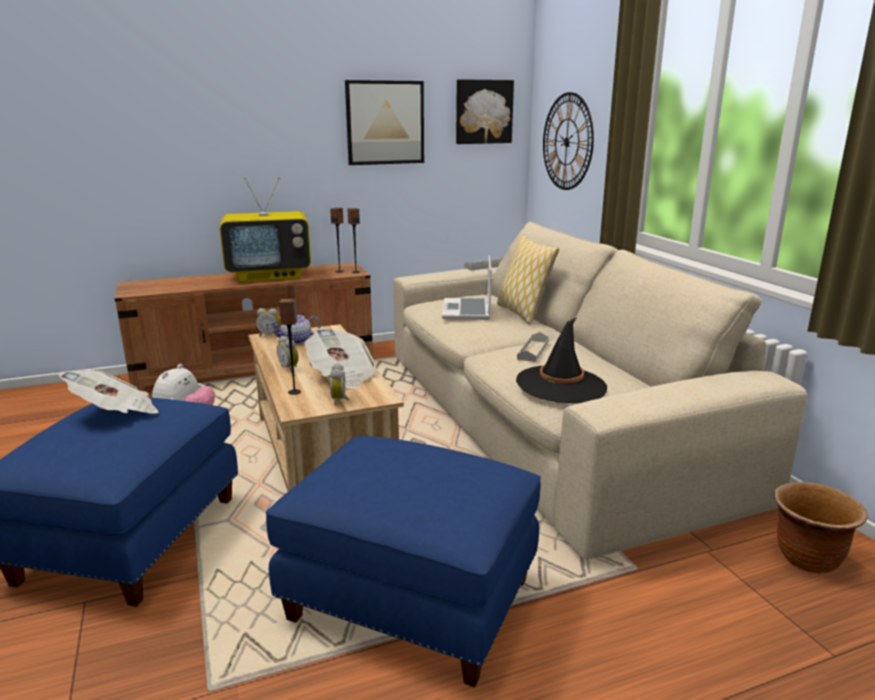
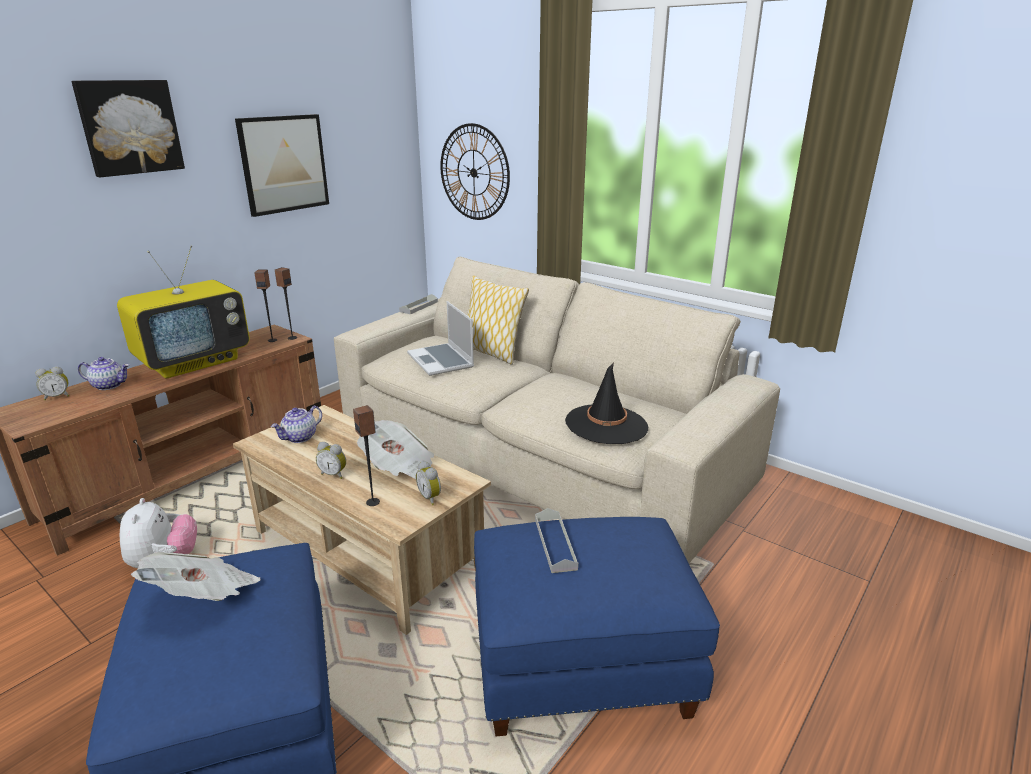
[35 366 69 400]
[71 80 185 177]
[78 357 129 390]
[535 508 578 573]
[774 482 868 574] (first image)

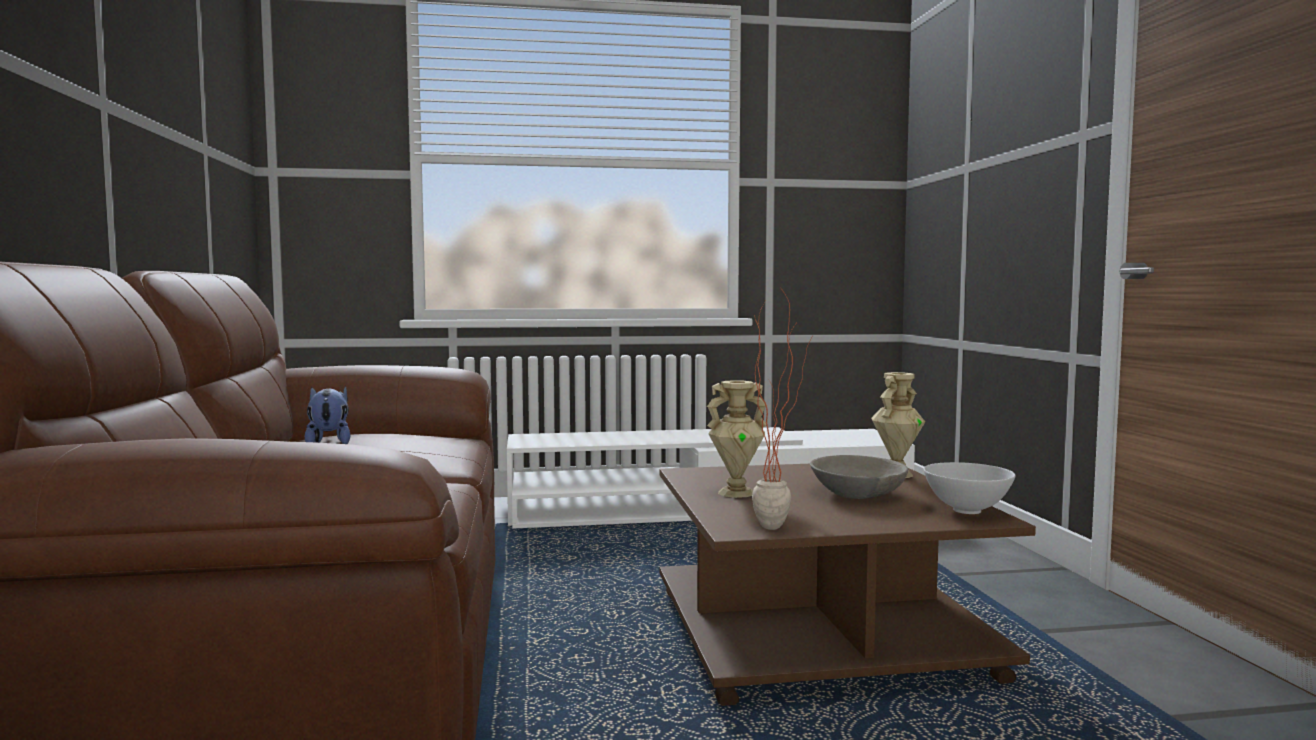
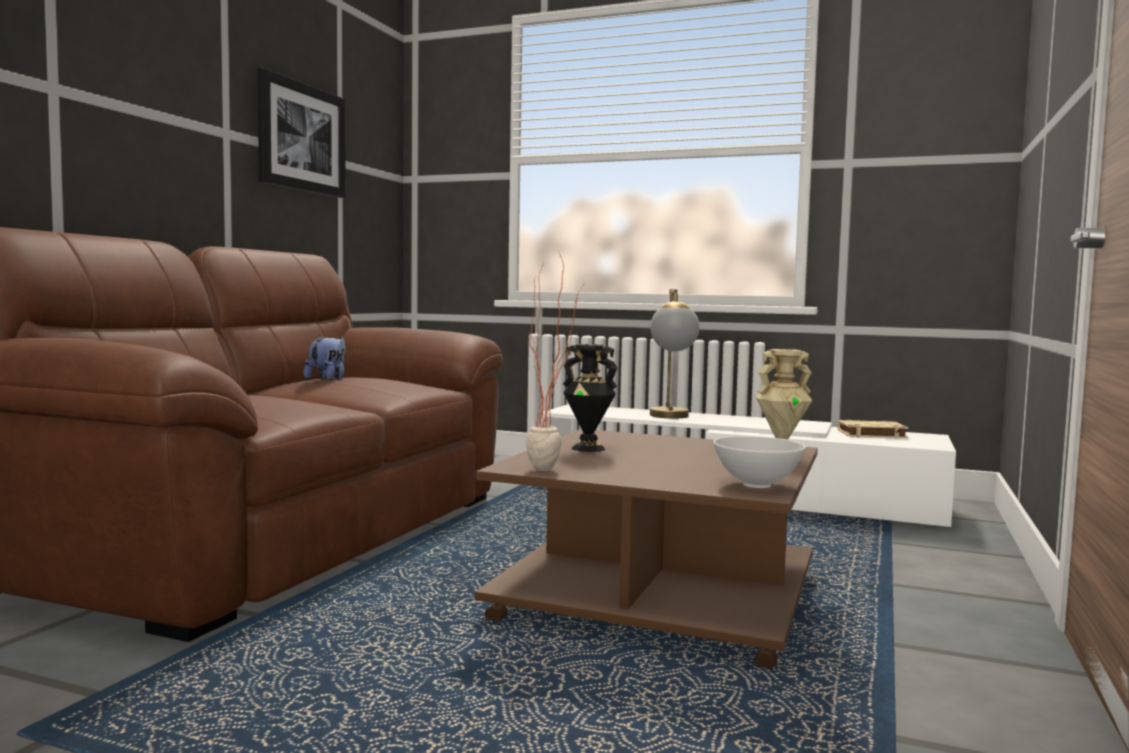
[257 68 346 198]
[563 344 618 452]
[650 289 699 418]
[837 420 908 438]
[810 455 909 499] (first image)

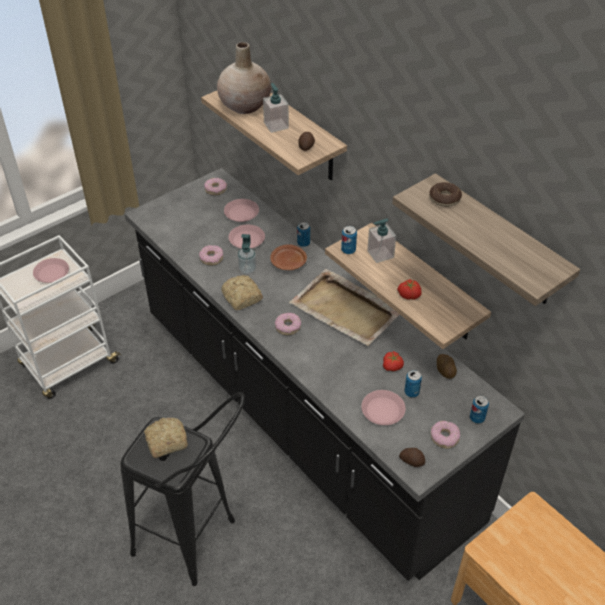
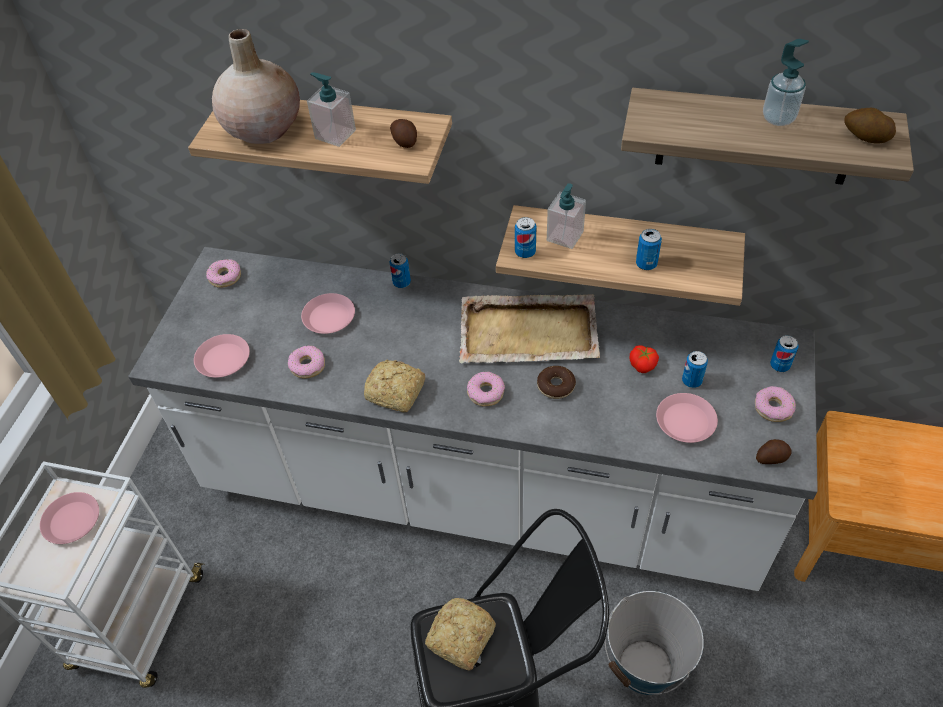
[128 247 818 591]
[194 334 250 378]
[537 366 576 399]
[604 591 704 695]
[636 229 662 270]
[763 39 809 126]
[844 108 896 144]
[270 244 307 270] (first image)

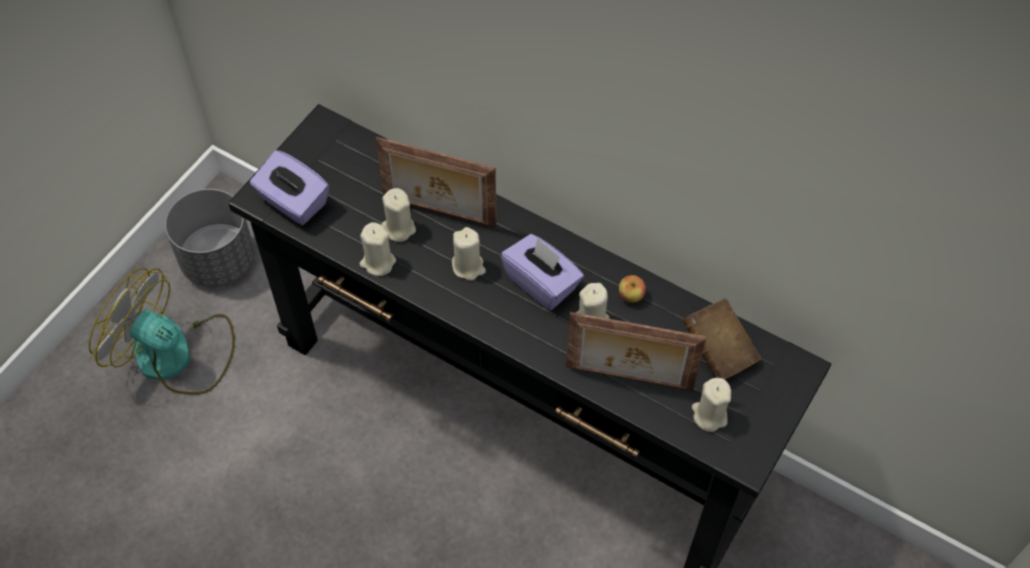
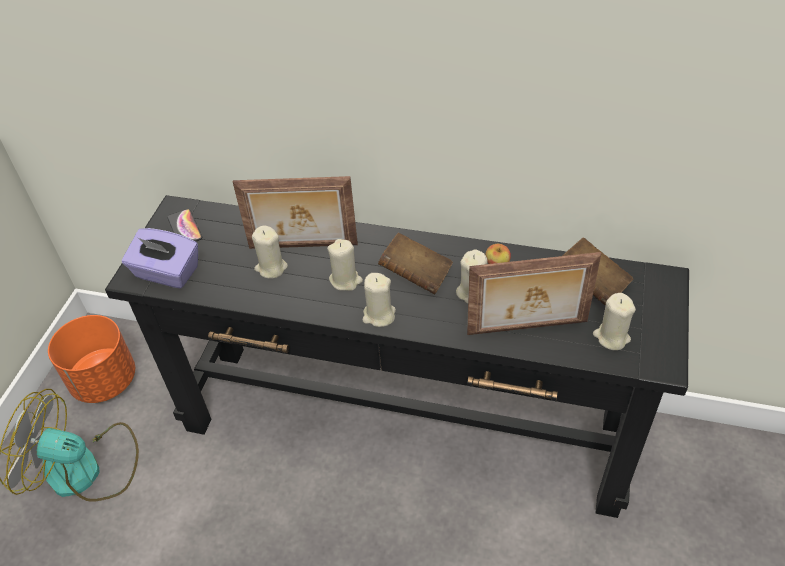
[48 315 135 403]
[167 209 202 241]
[363 273 396 327]
[378 233 453 294]

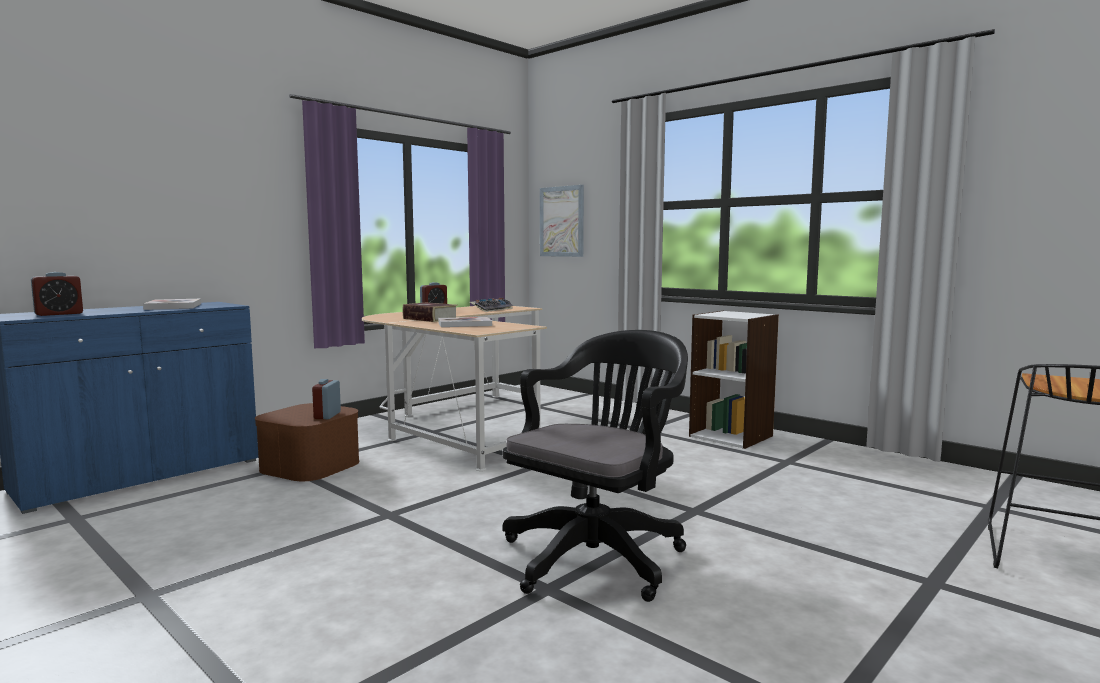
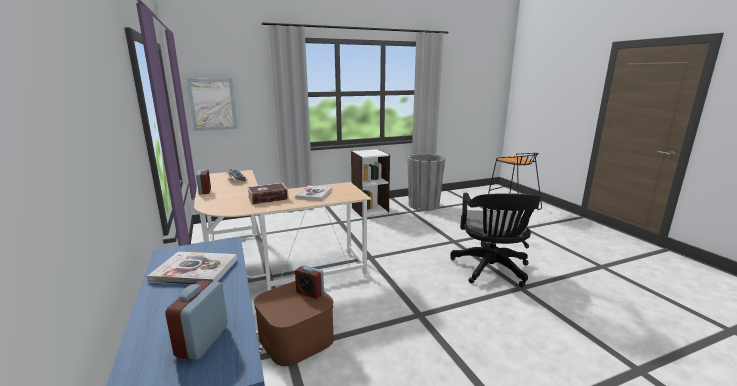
[165 280 228 360]
[407 154 446 211]
[450 193 541 287]

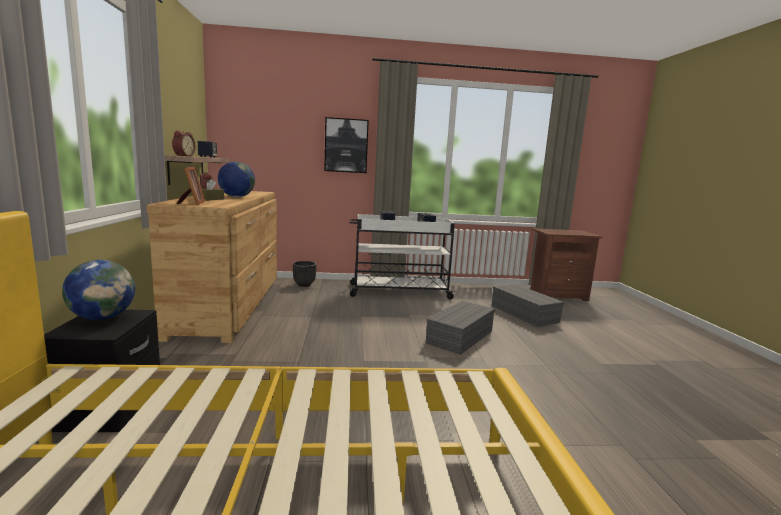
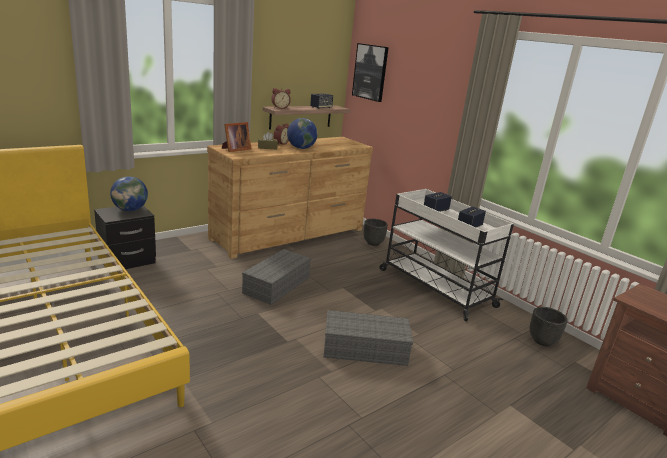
[242 249 311 305]
[352 43 389 102]
[530 307 568 346]

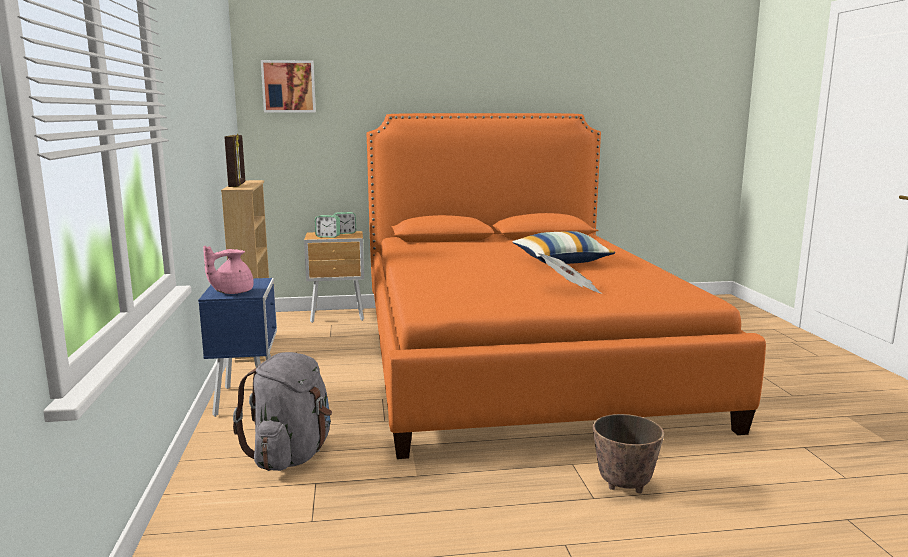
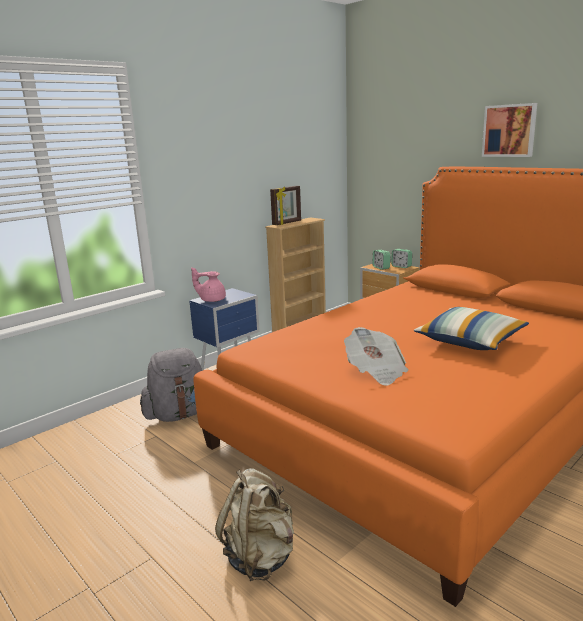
[215 468 294 581]
[482 103 537 157]

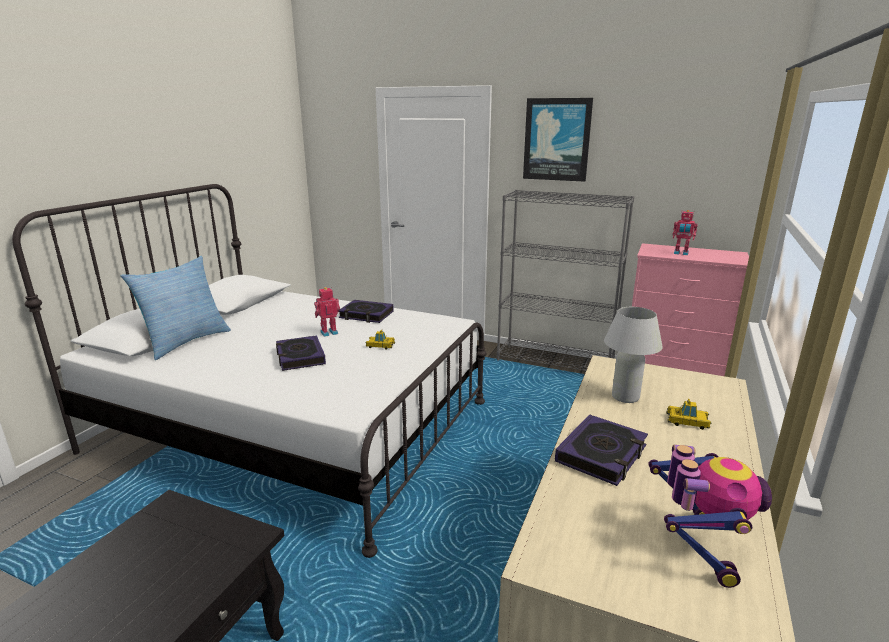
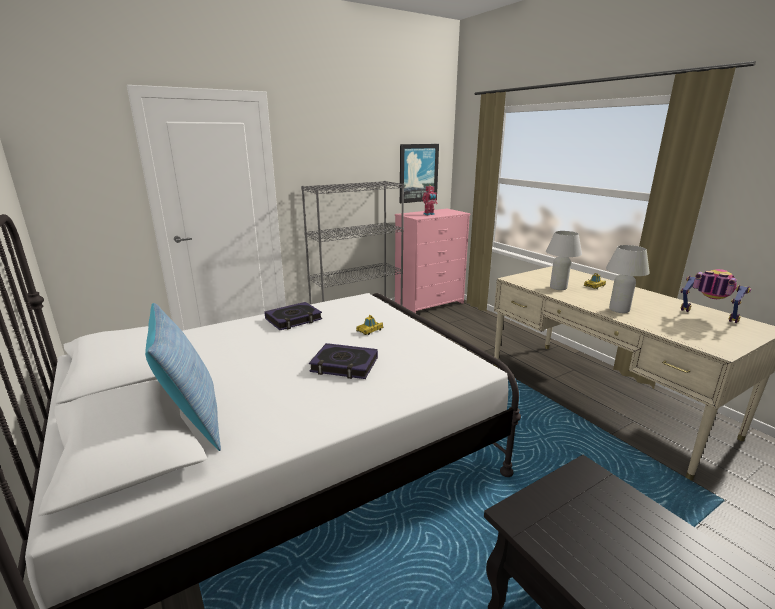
[400 144 439 203]
[606 245 650 313]
[314 287 340 337] (first image)

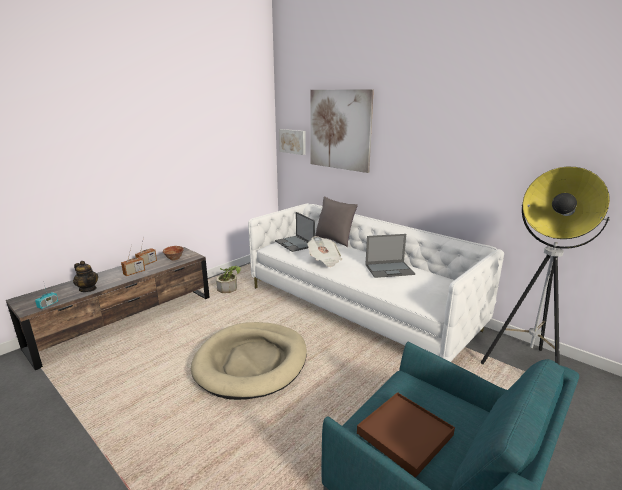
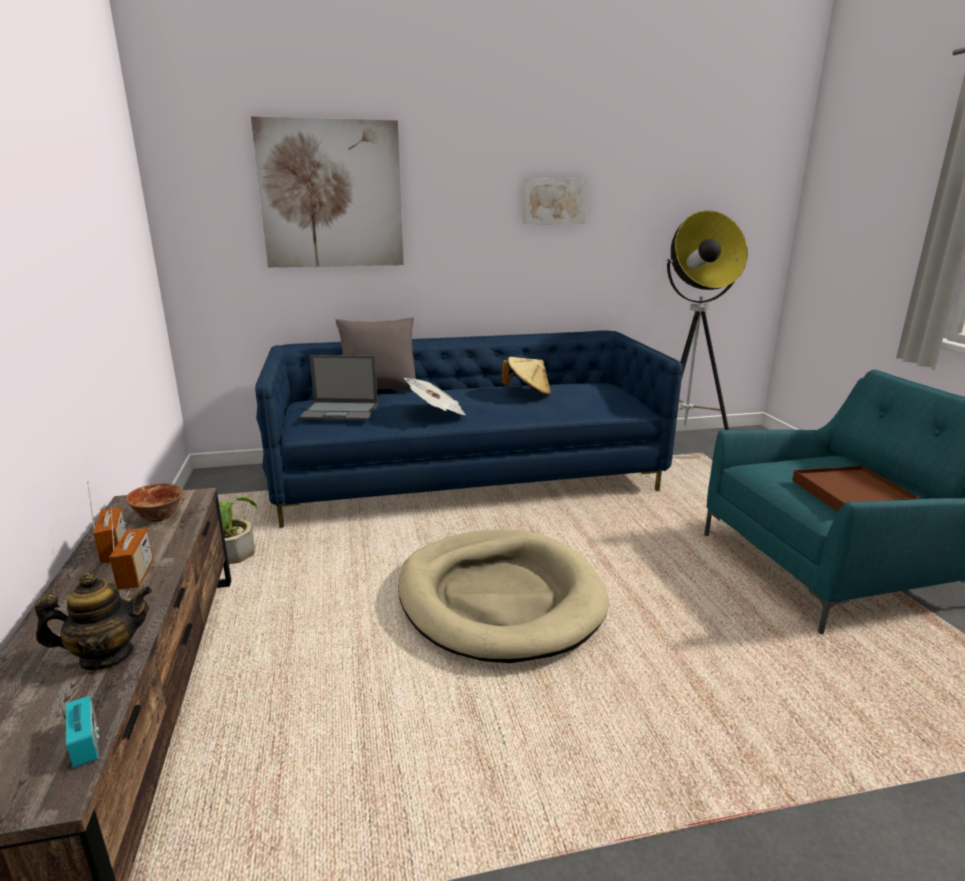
[255 330 683 528]
[502 357 551 396]
[523 178 587 224]

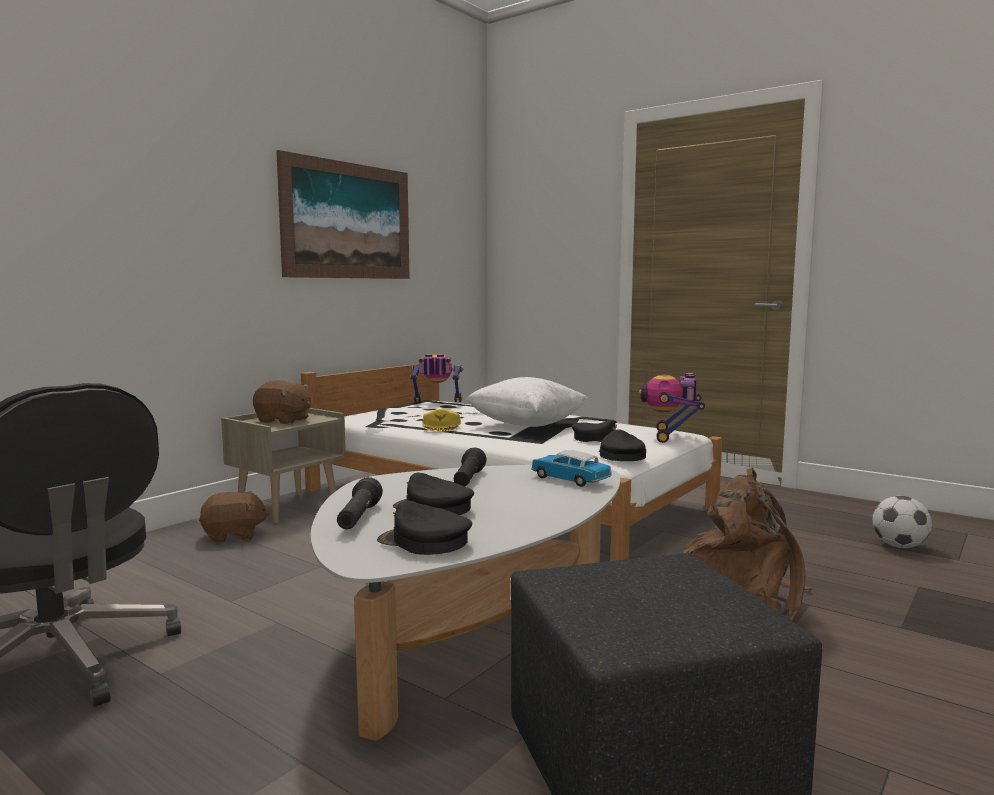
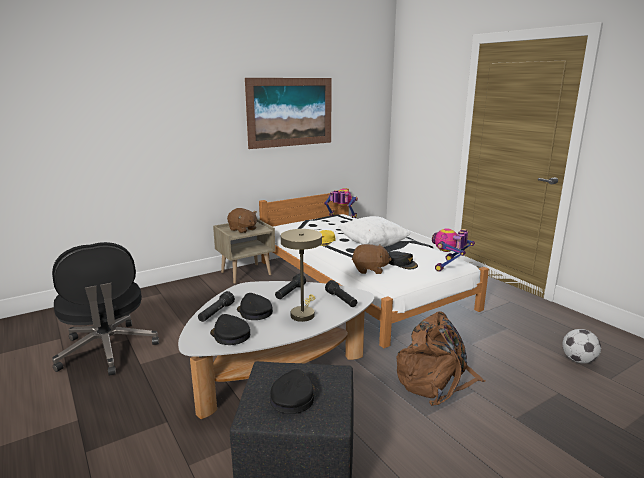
[270 369 316 414]
[281 229 322 322]
[325 280 357 307]
[352 244 392 274]

